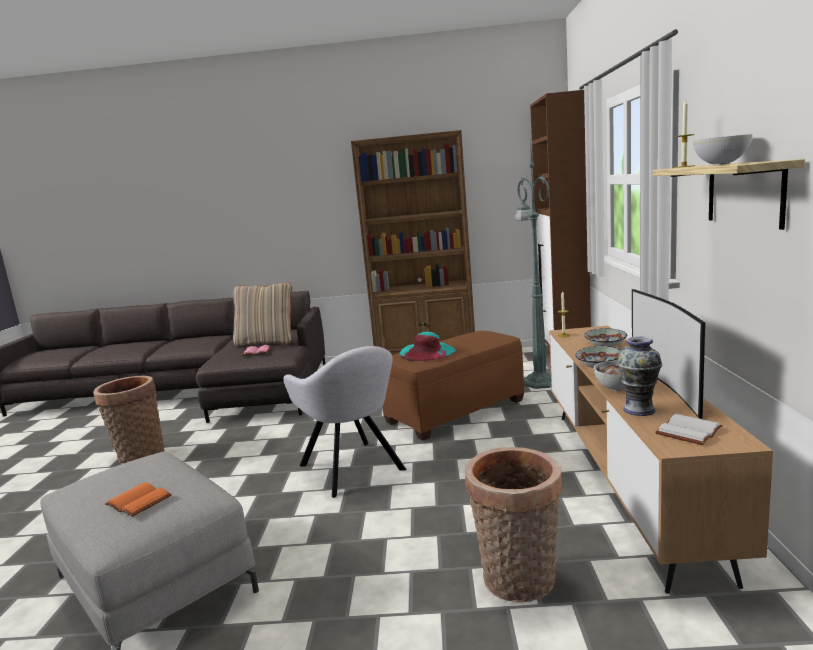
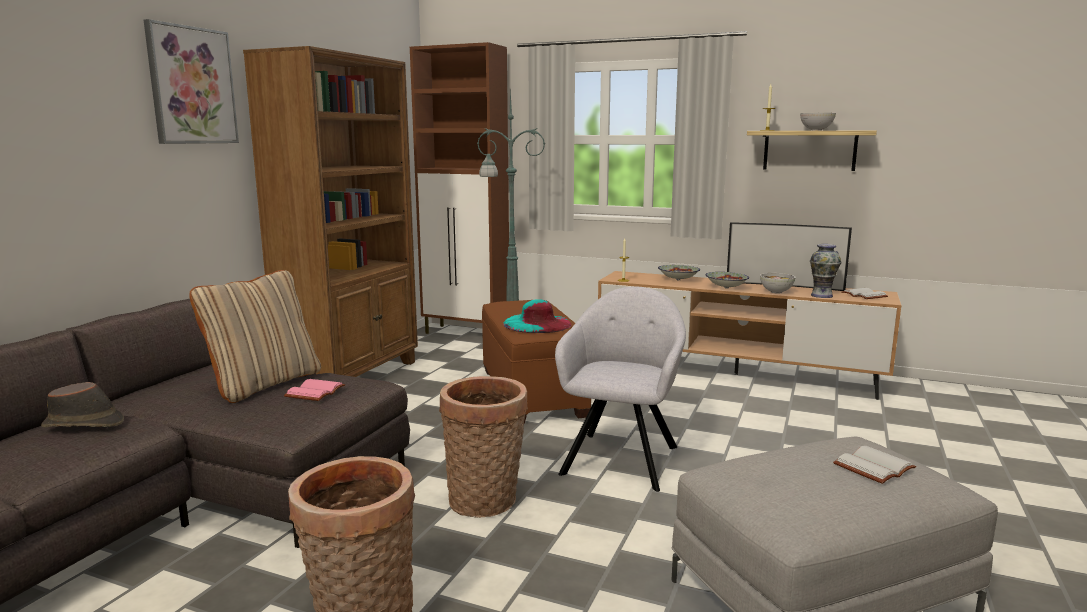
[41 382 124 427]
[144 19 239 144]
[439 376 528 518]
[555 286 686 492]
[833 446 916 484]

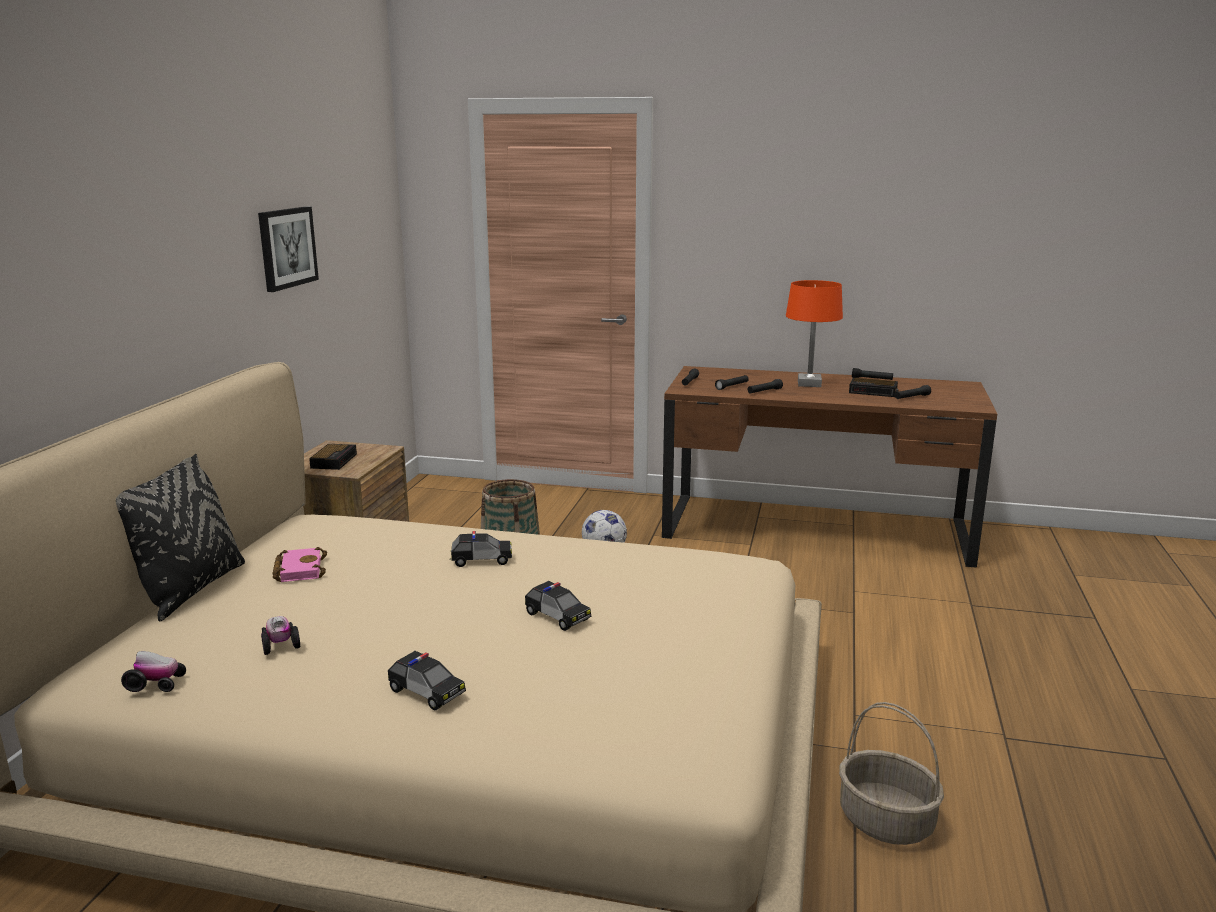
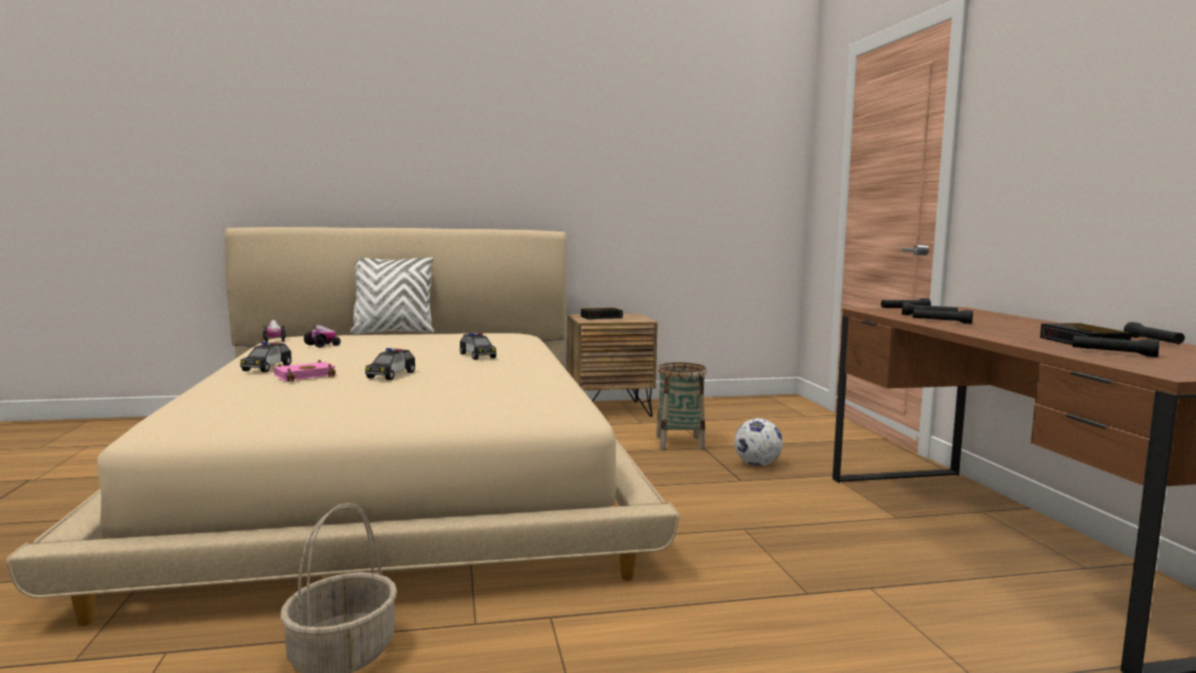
[274 359 336 382]
[350 257 434 335]
[258 207 319 292] (first image)
[786 280 843 387] (first image)

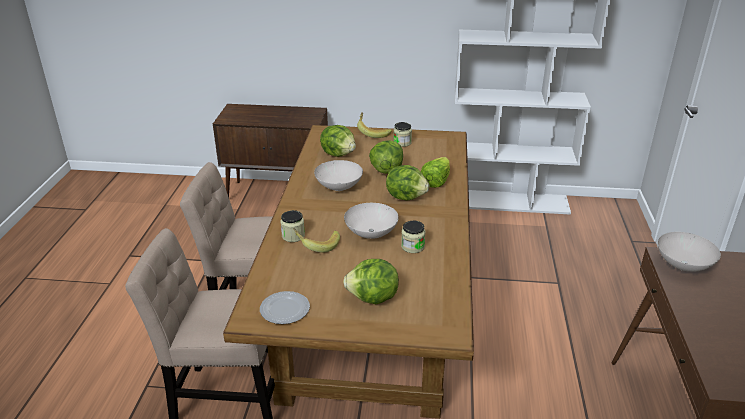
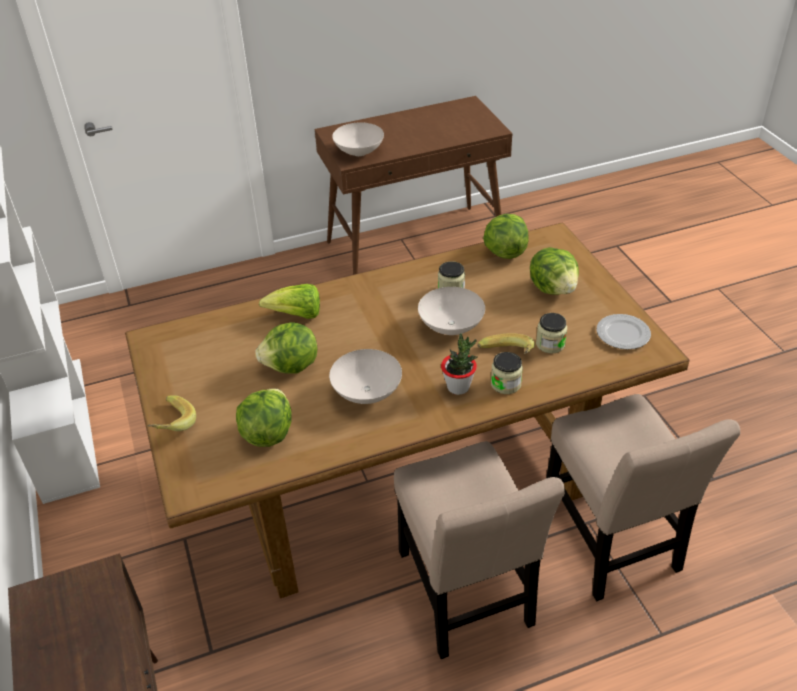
[441 333 477 395]
[483 214 529 259]
[536 313 567 354]

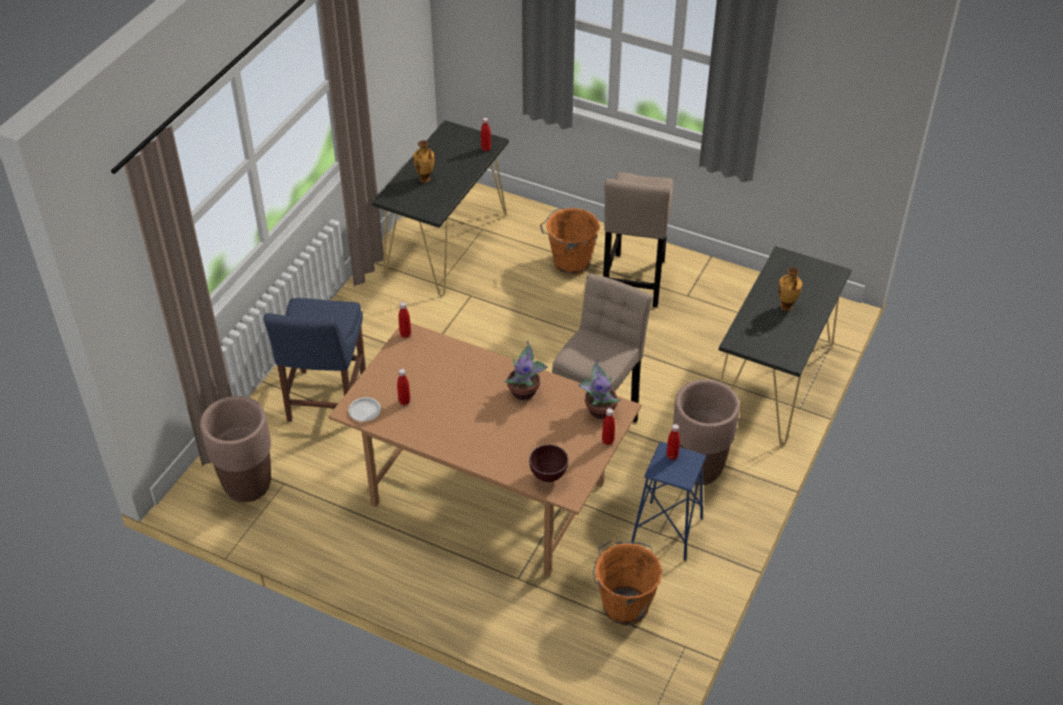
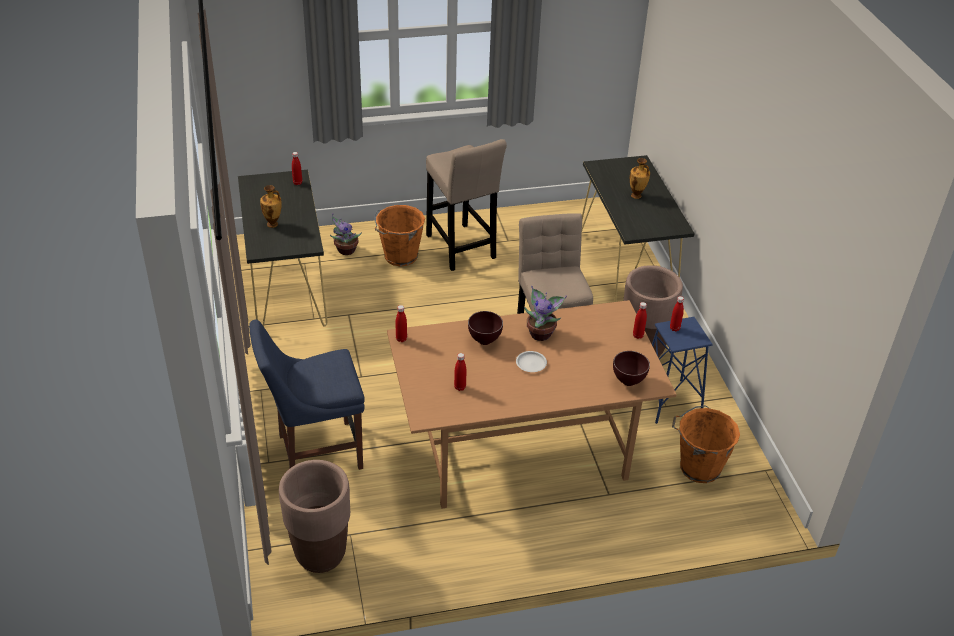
[249 320 365 470]
[330 213 362 255]
[468 311 503 345]
[516 351 547 372]

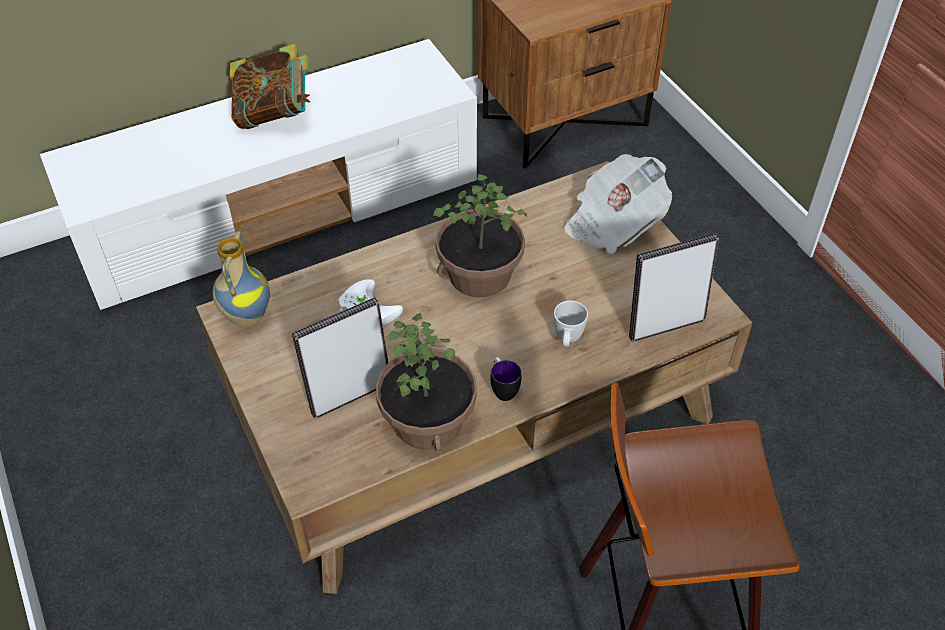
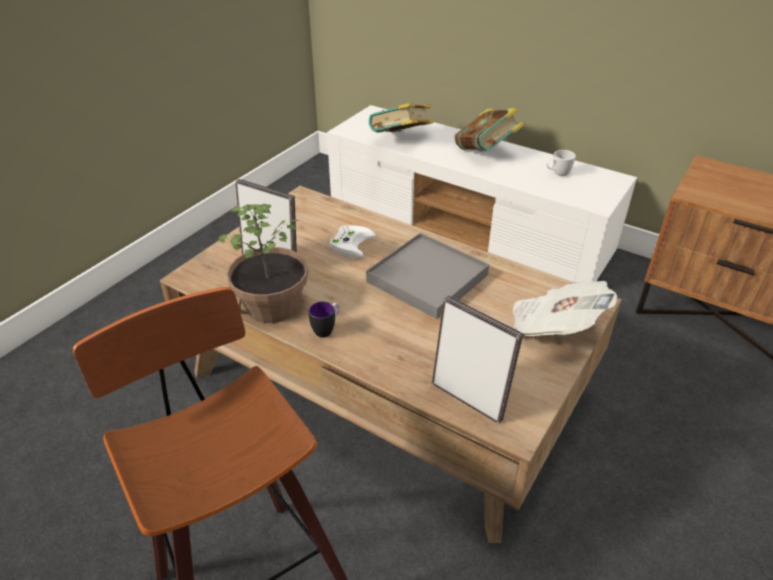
[366 233 489 319]
[369 103 434 132]
[546 150 576 176]
[212 231 270 327] (first image)

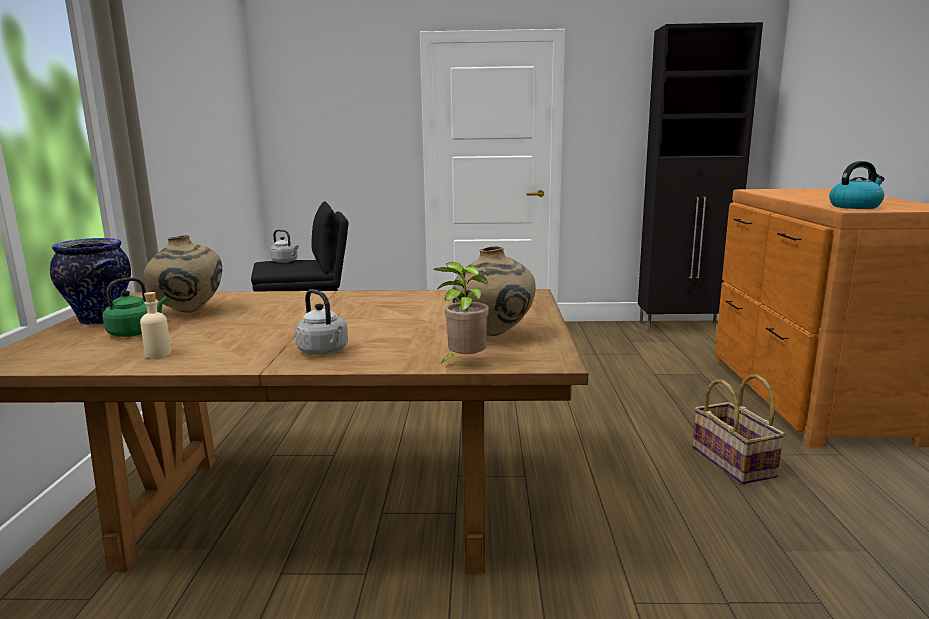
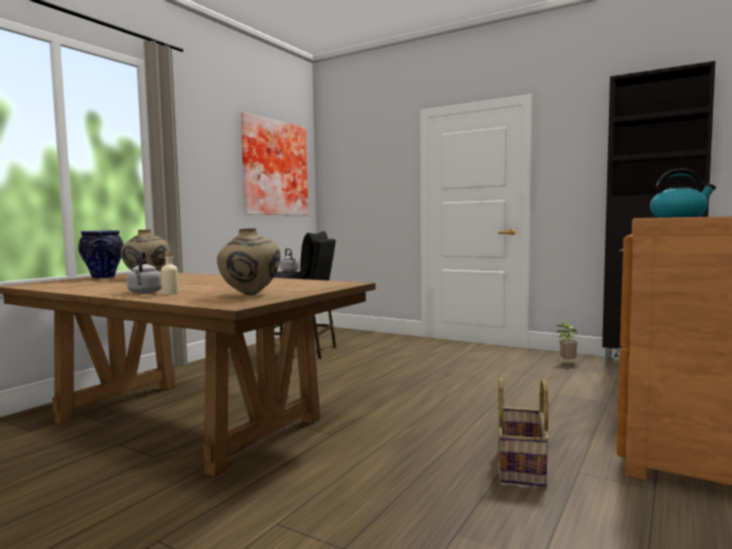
[161 251 179 295]
[241 112 308 215]
[556 323 578 361]
[103 277 167 337] (first image)

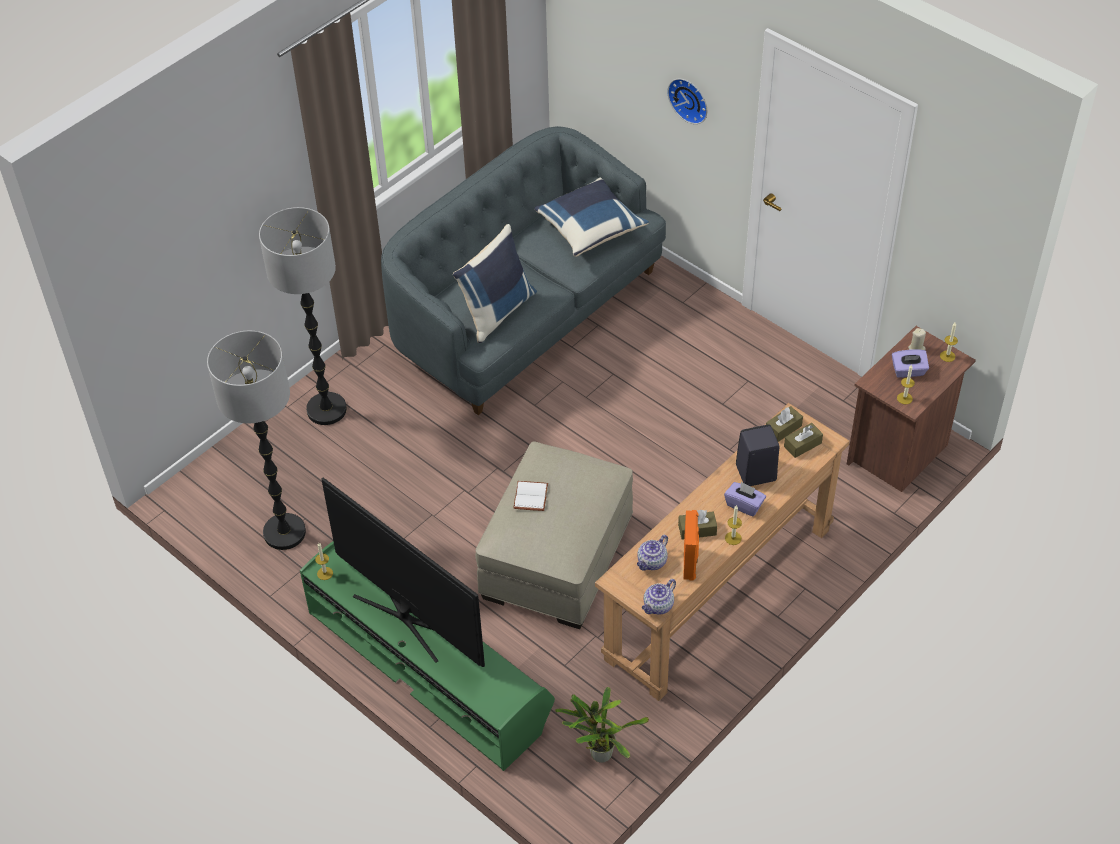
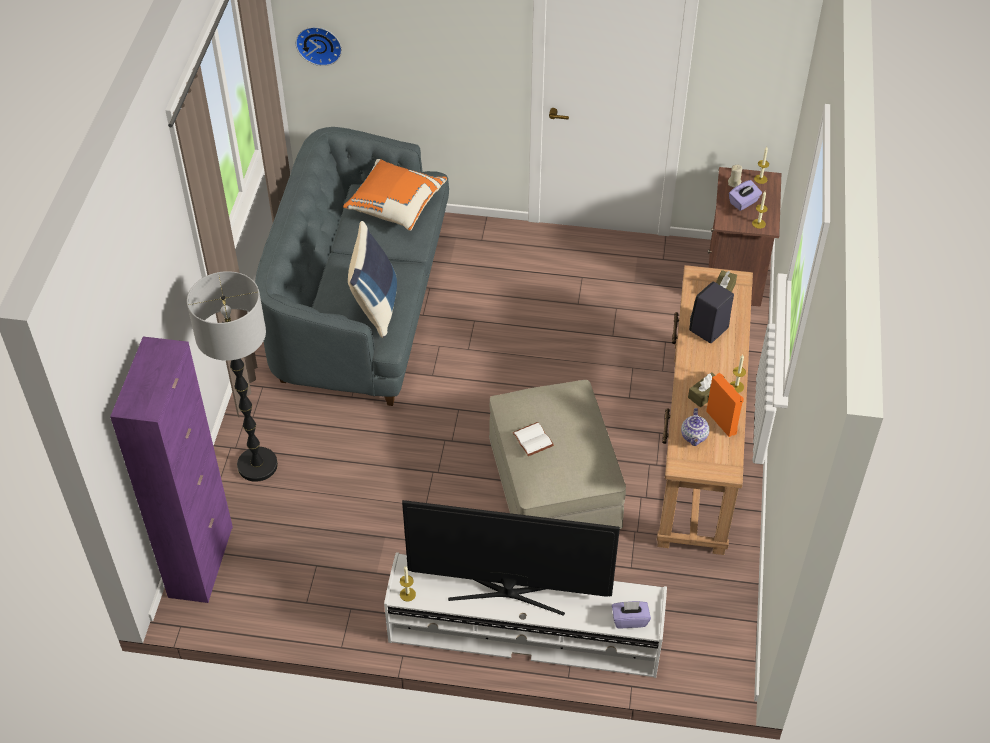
[110 337 233 603]
[296 27 342 66]
[343 159 447 231]
[384 552 667 678]
[612 601 651 628]
[207 331 306 550] (first image)
[555 687 649 763] (first image)
[642 579 676 615] (first image)
[766 406 803 442] (first image)

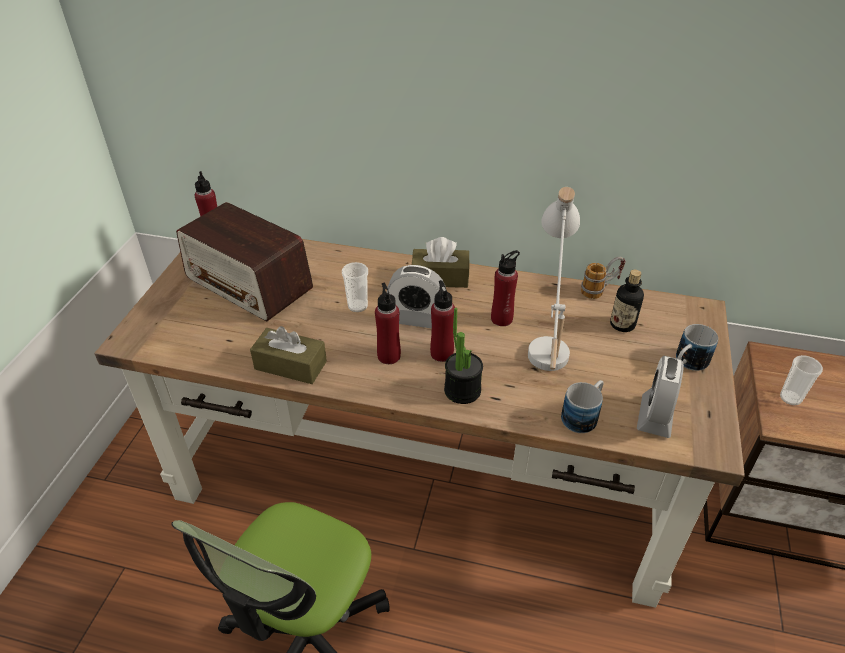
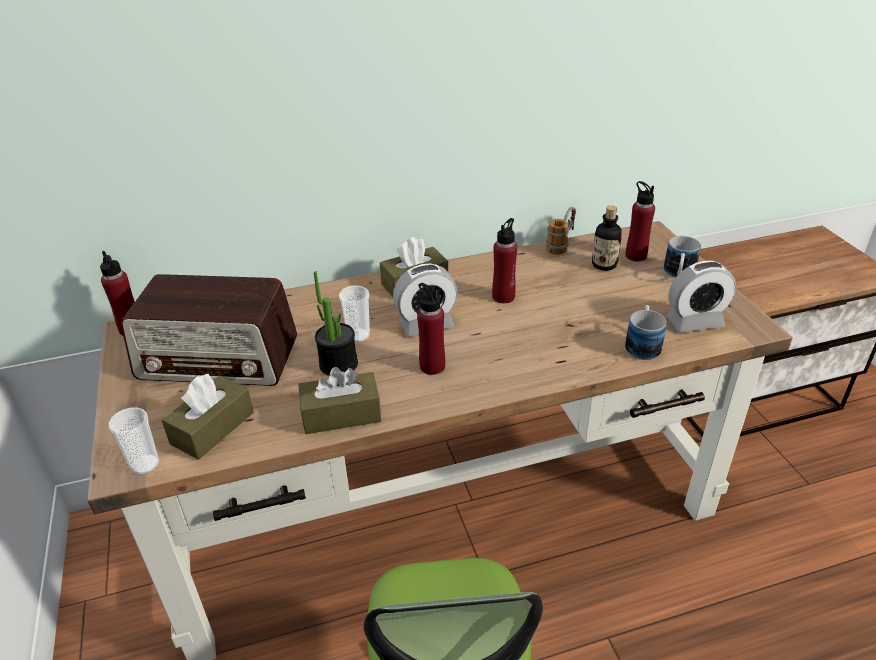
[109 407 159 475]
[162 374 254 460]
[314 272 358 376]
[625 181 655 261]
[666 261 736 333]
[528 187 580 371] (first image)

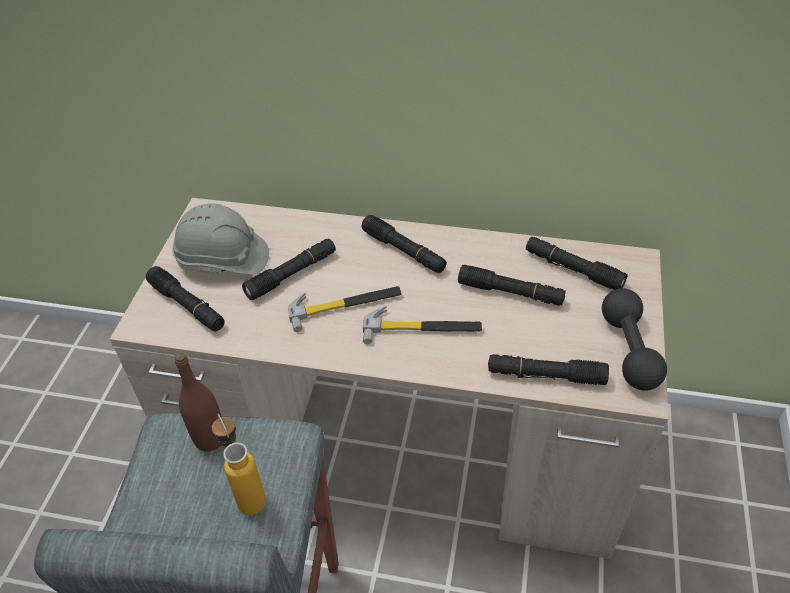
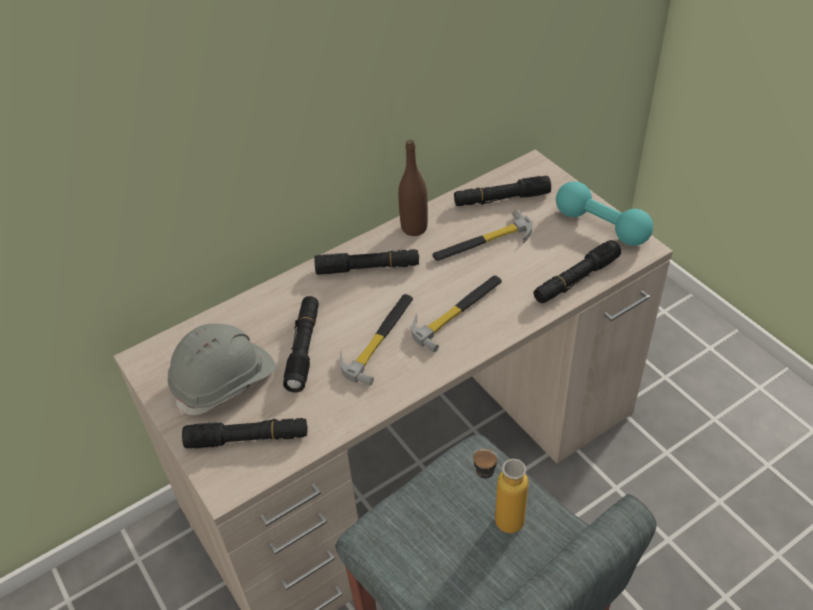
[398 140 428 236]
[432 209 532 261]
[556 181 653 246]

